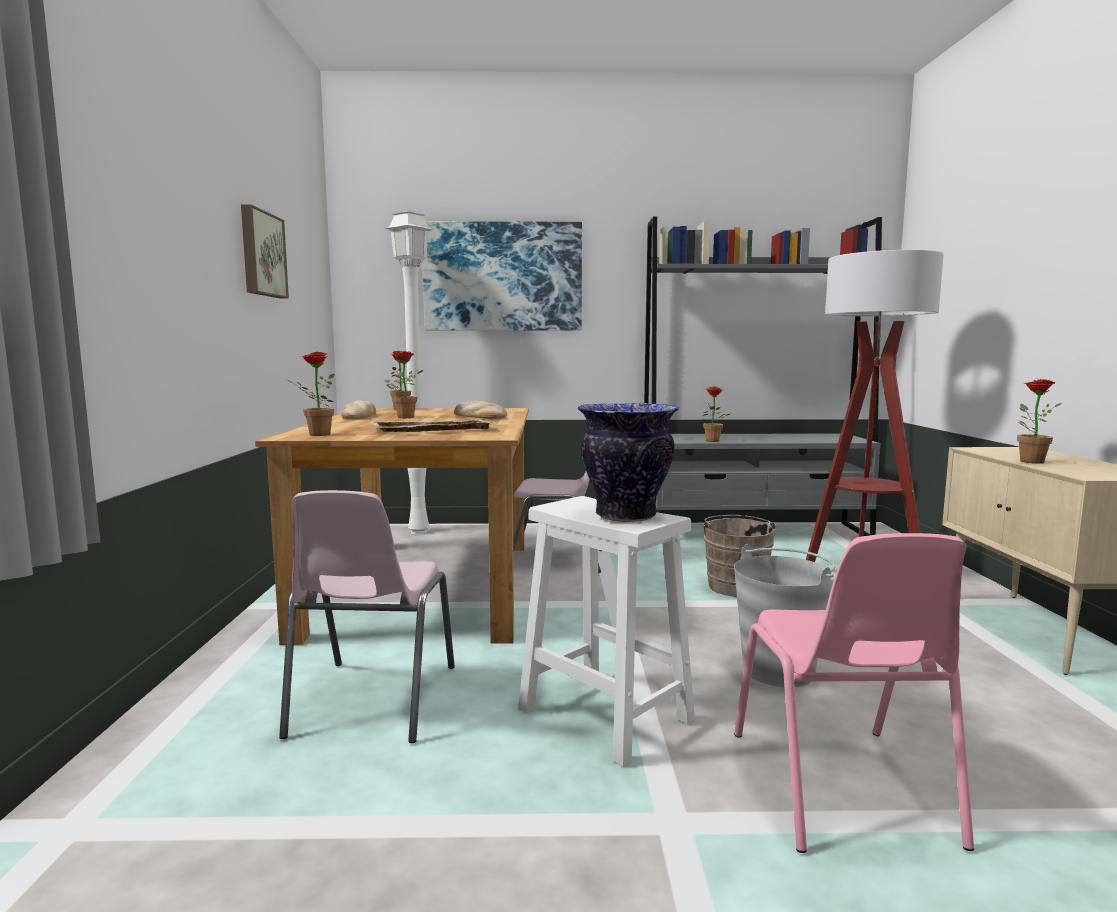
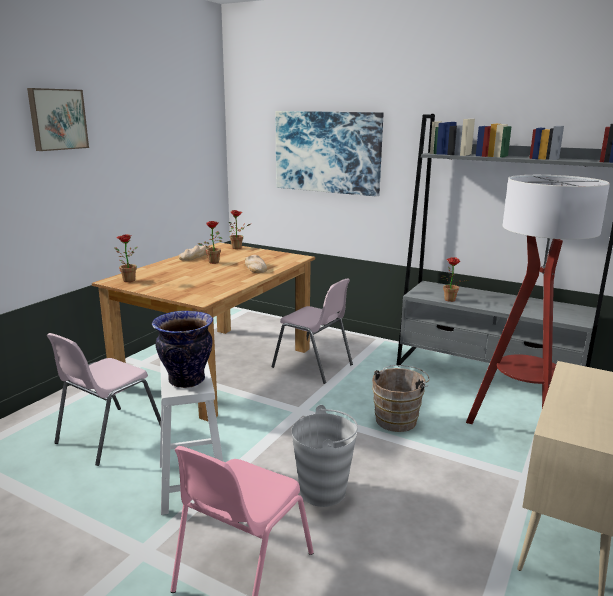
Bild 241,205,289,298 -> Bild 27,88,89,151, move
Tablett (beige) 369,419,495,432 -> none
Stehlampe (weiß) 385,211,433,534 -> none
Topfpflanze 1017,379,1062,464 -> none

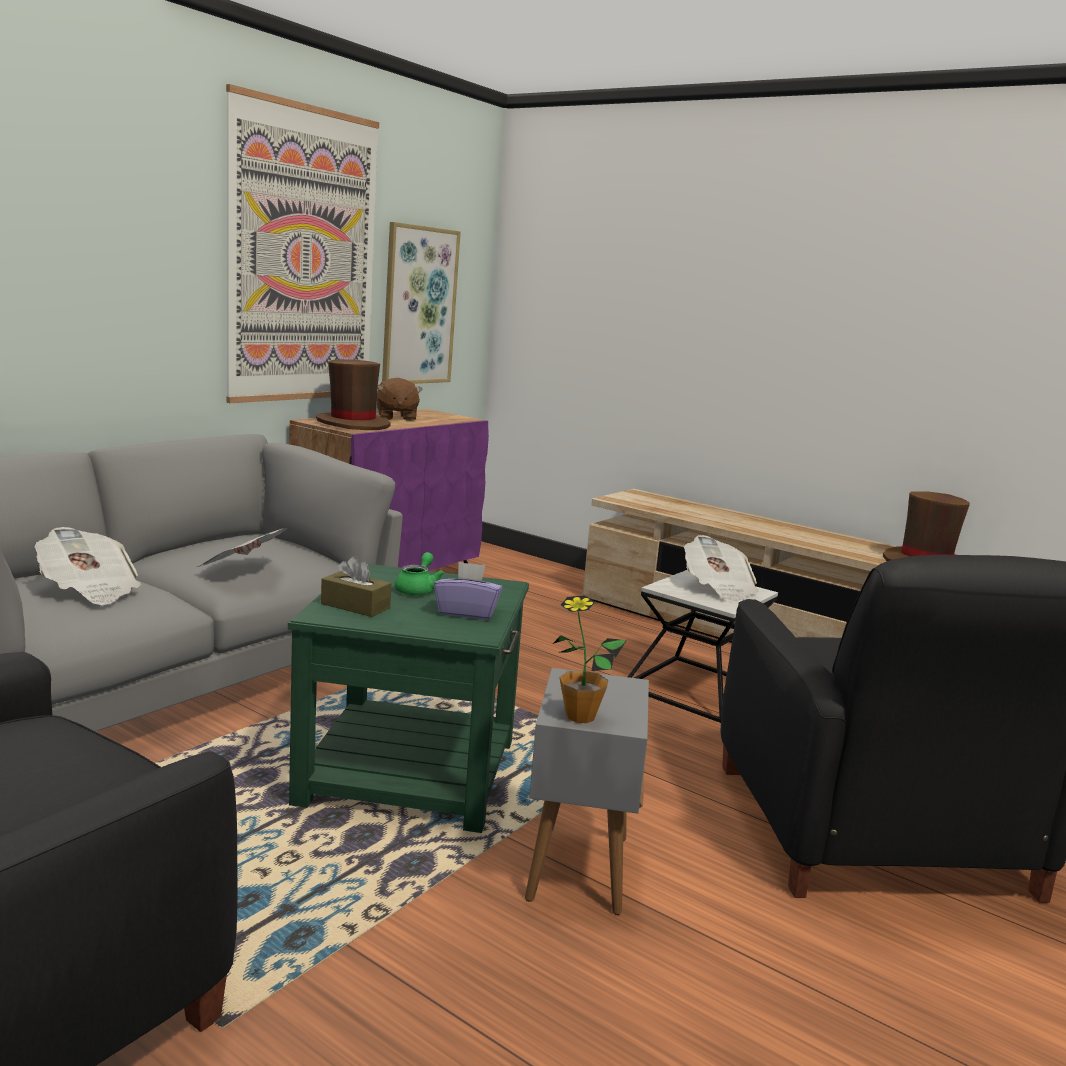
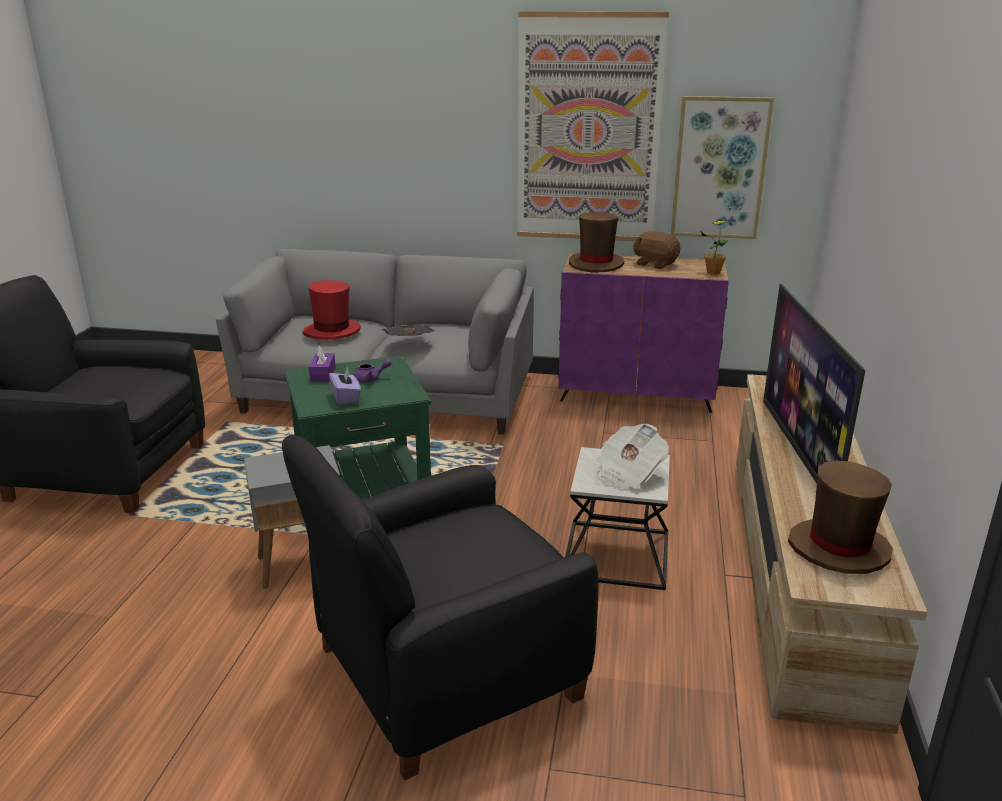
Zeitung 35,527,141,605 -> Hut (rot) 303,280,361,340
Taschentuchbox (braun) 321,556,391,617 -> Taschentuchbox (lila) 309,345,336,382
Teekanne (grün) 394,552,444,595 -> Teekanne (lila) 354,359,392,383
Plüschtier (braun) 377,378,423,421 -> Plüschtier (braun) 633,232,680,269, 75 degrees clockwise
Topfpflanze 553,595,627,723 -> Topfpflanze 701,220,728,275, move
none -> Fernseher 763,284,865,483

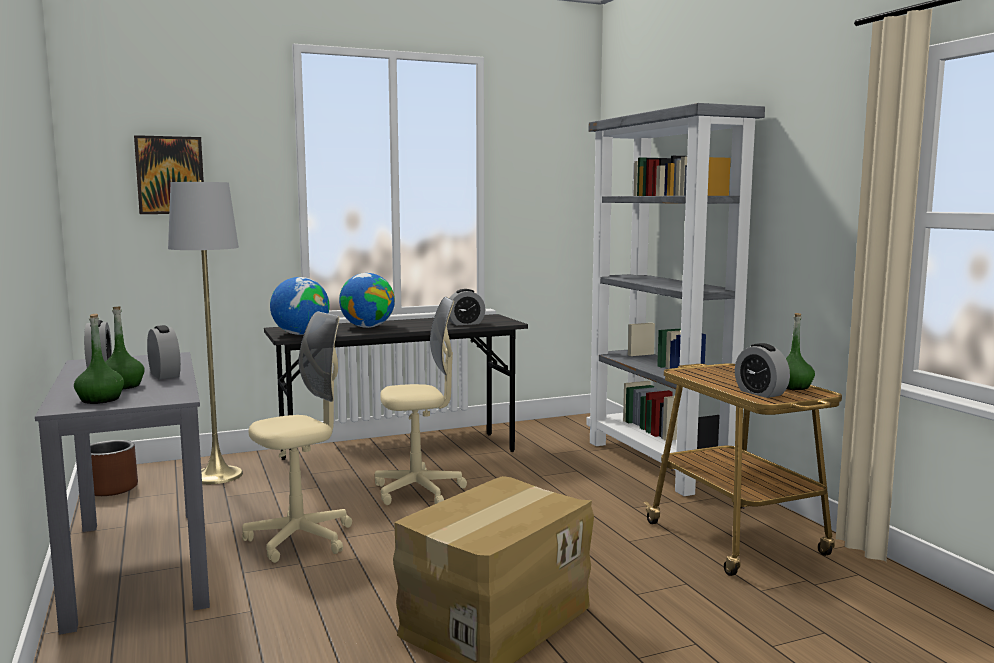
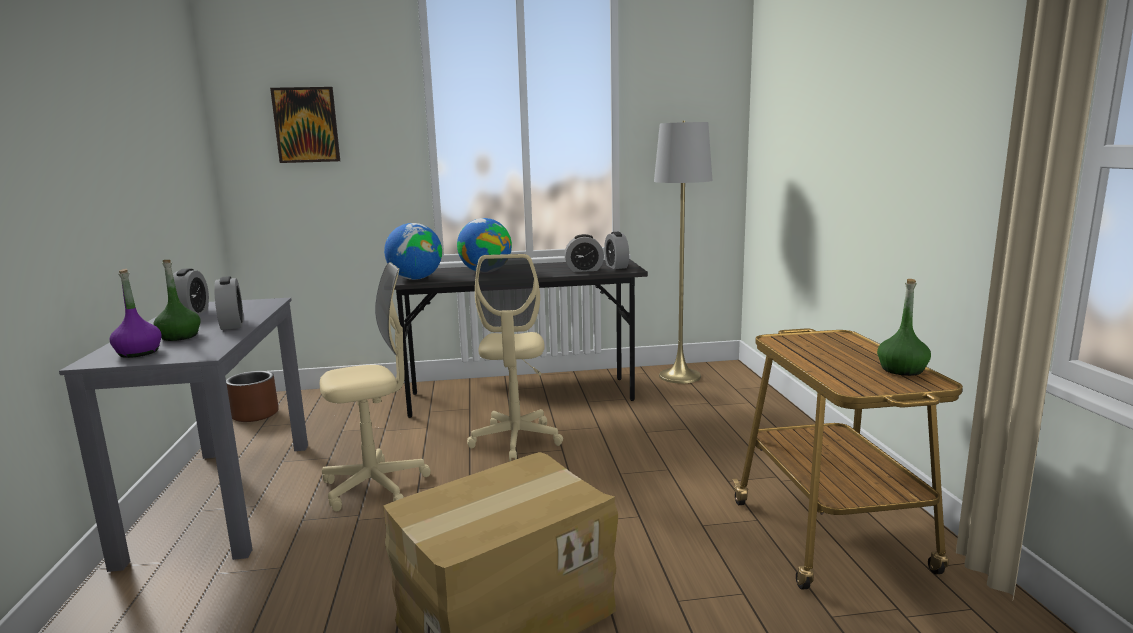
Flasche (grün) 74,314,124,404 -> Flasche (lila) 110,269,162,358
Bürostuhl (beige) 375,297,467,505 -> Bürostuhl (beige) 467,254,563,461, 90 degrees clockwise
Wecker 735,343,790,398 -> Wecker 604,232,629,269, move
Stehlampe (grau) 168,180,243,484 -> Stehlampe (grau) 654,121,712,383, move
Bücherregal (grau) 586,103,765,496 -> none

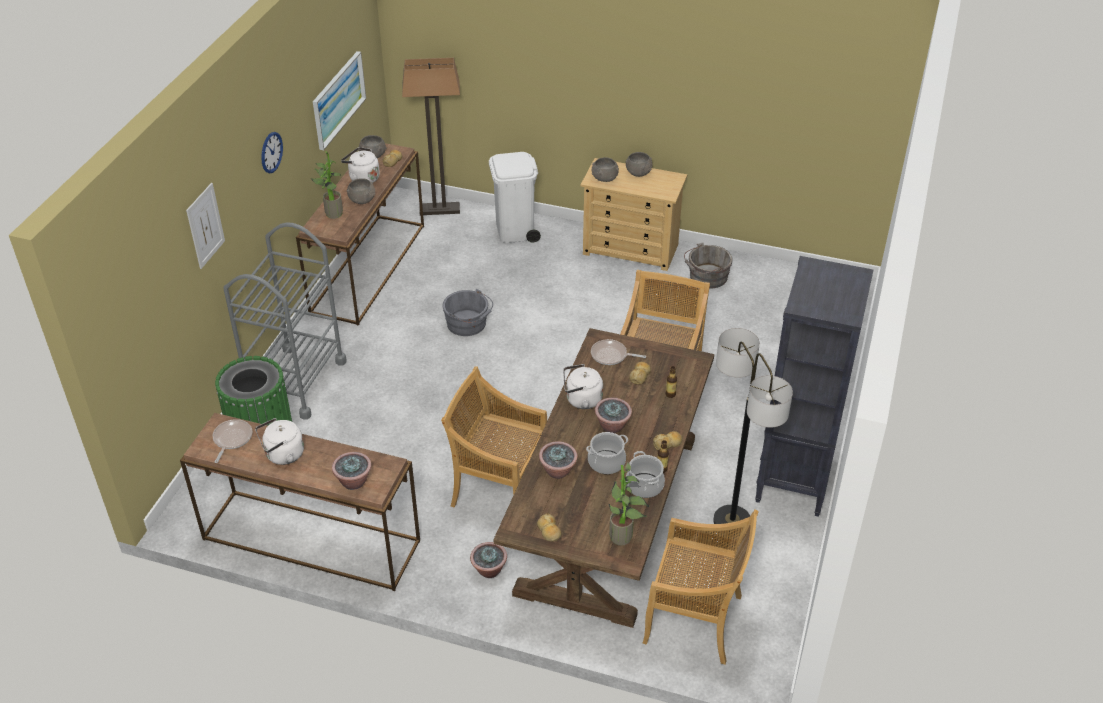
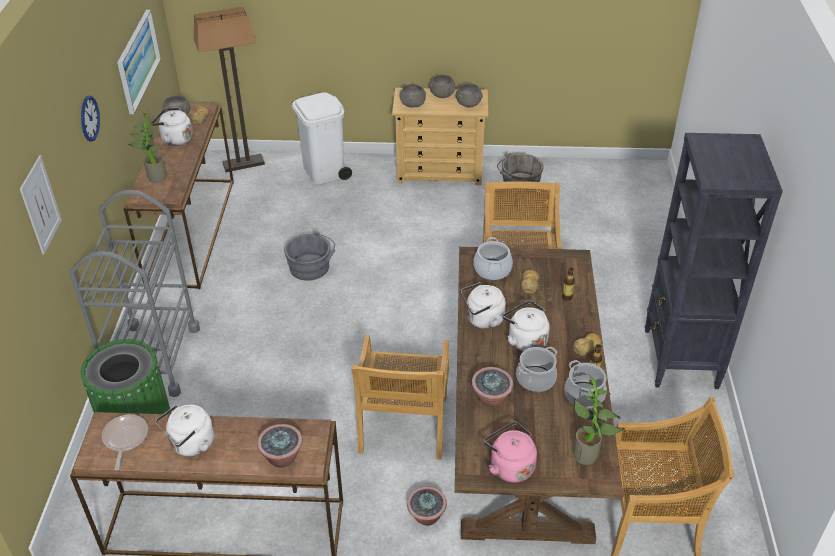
Stuhl (beige) 441,366,547,508 -> Stuhl (beige) 351,335,449,460, 90 degrees counterclockwise
Schüssel (grau) 347,178,375,204 -> Schüssel (grau) 455,83,483,107, move
Pfanne 591,339,646,365 -> Kochtopf 473,237,513,280
Brot 537,513,561,542 -> Wasserkessel (rosa) 484,422,537,483
Topfpflanze 595,397,632,433 -> Wasserkessel (weiß) 503,301,550,352
Stehlampe 713,328,793,524 -> none

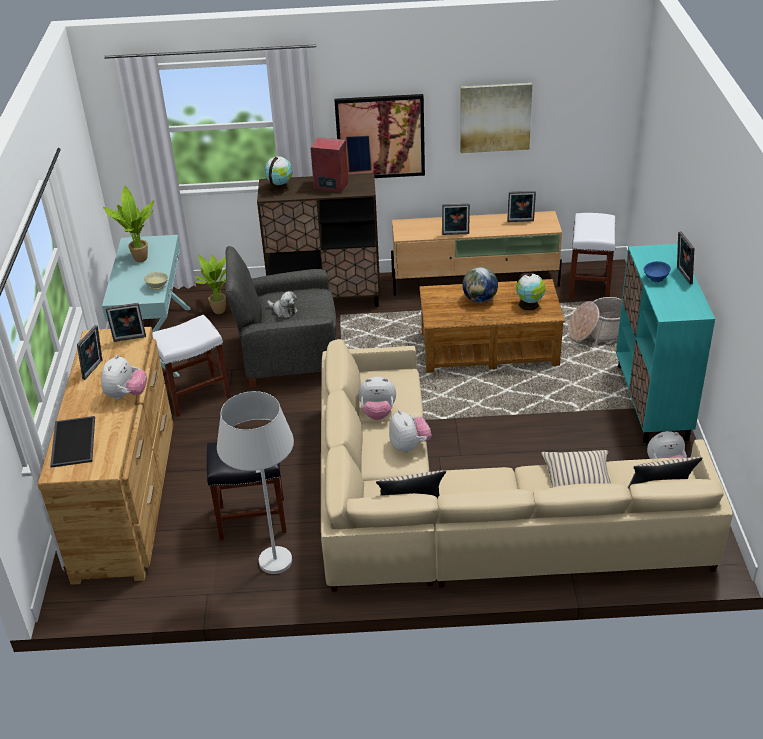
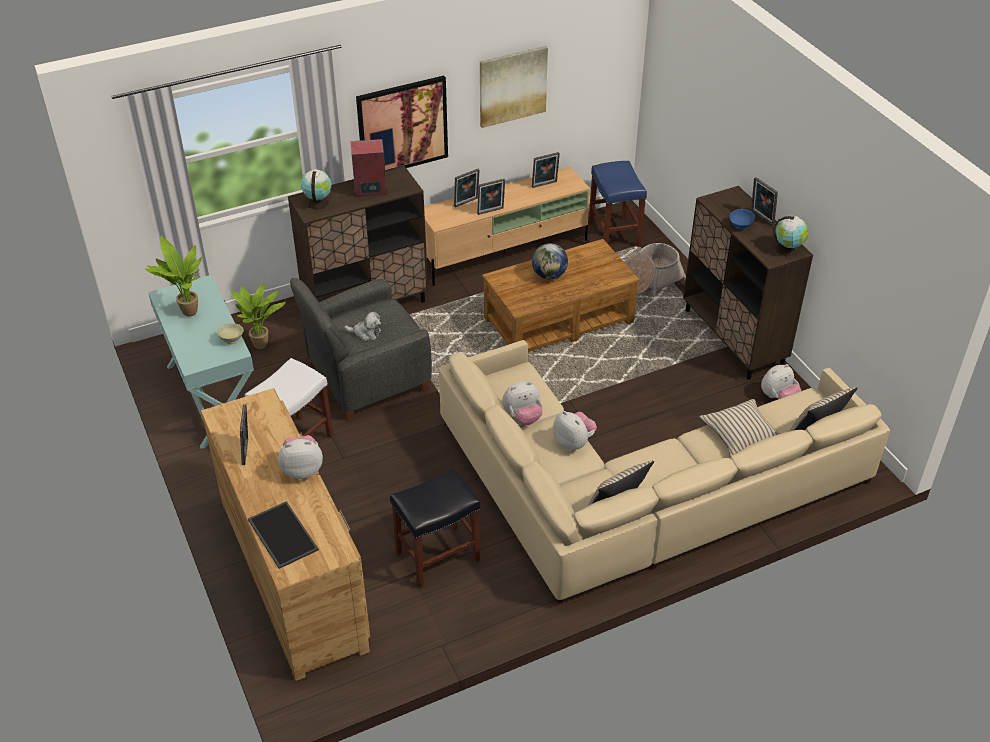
Plüschtier 101,355,147,400 -> Plüschtier 278,435,323,479, 90 degrees counterclockwise
Bilderrahmen 105,303,146,342 -> Bilderrahmen 454,169,480,207, move
Hocker (weiß) 569,213,615,300 -> Hocker (blau) 588,161,647,247
Schrank (türkis) 616,244,715,443 -> Schrank (braun) 683,186,813,380
Globus 516,273,546,310 -> Globus 774,216,808,257, move
Stehlampe (weiß) 217,391,294,574 -> none

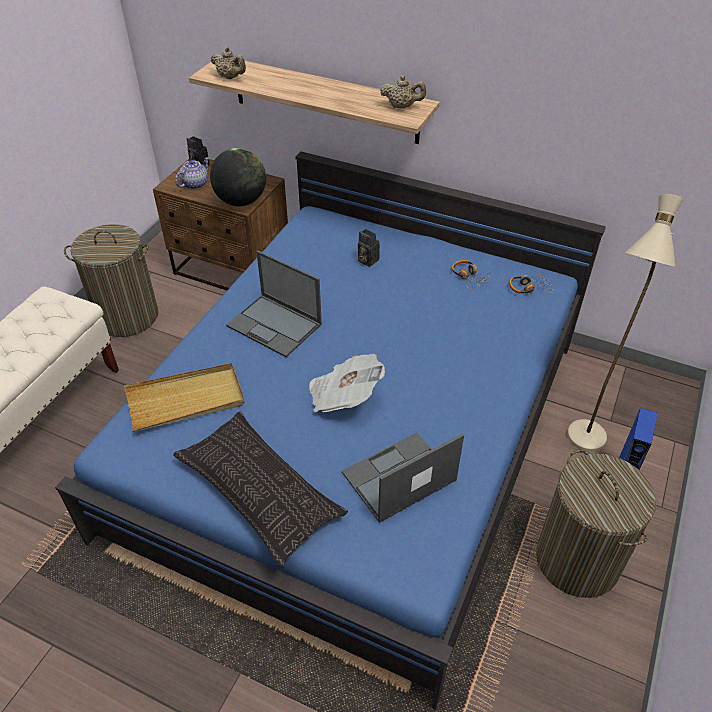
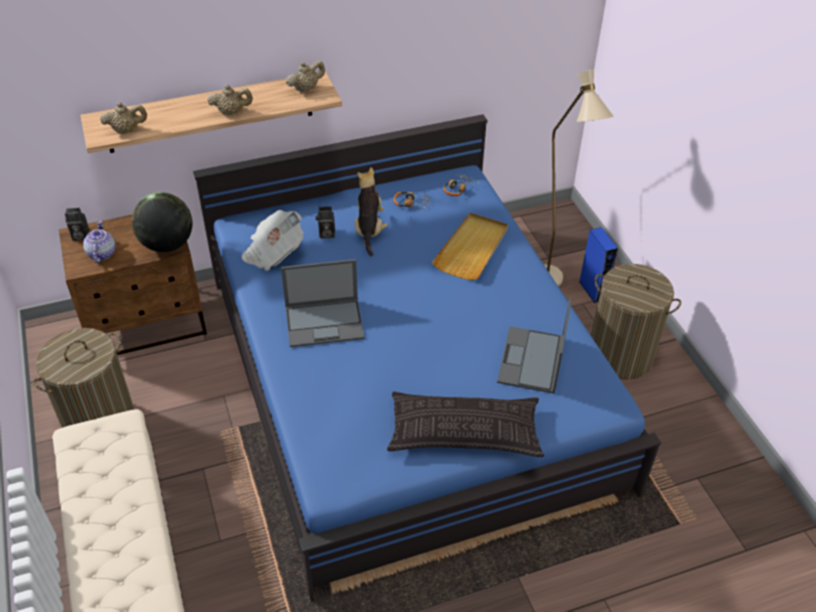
none -> Teekanne (beige) 207,85,253,115
Zeitung 309,354,385,412 -> Zeitung 242,210,304,271, move
none -> Plüschtier 355,167,388,257
Tablett (beige) 124,363,245,432 -> Tablett (beige) 432,213,508,280, move

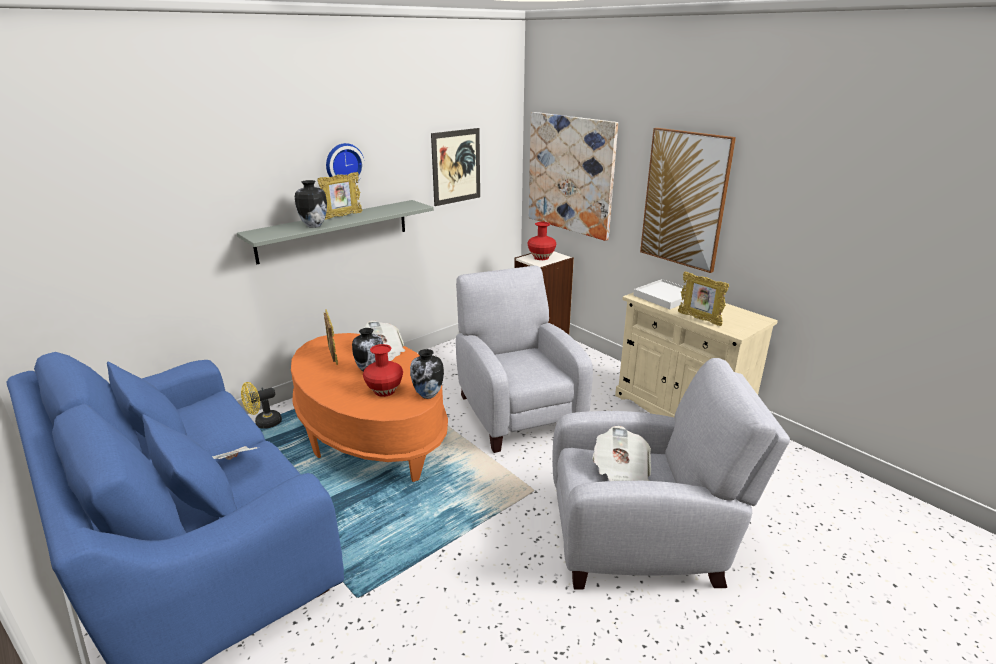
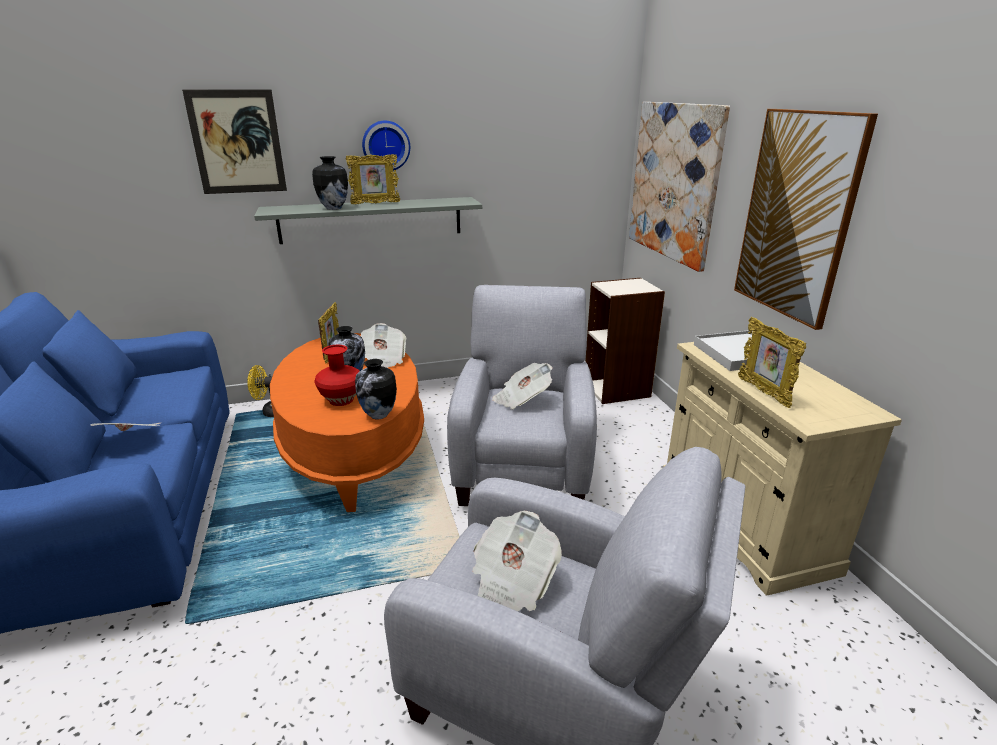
Bild 431,128,480,206 -> Bild 182,89,287,194, move
none -> Zeitung 492,363,553,410
Vase (rot) 528,222,556,260 -> none

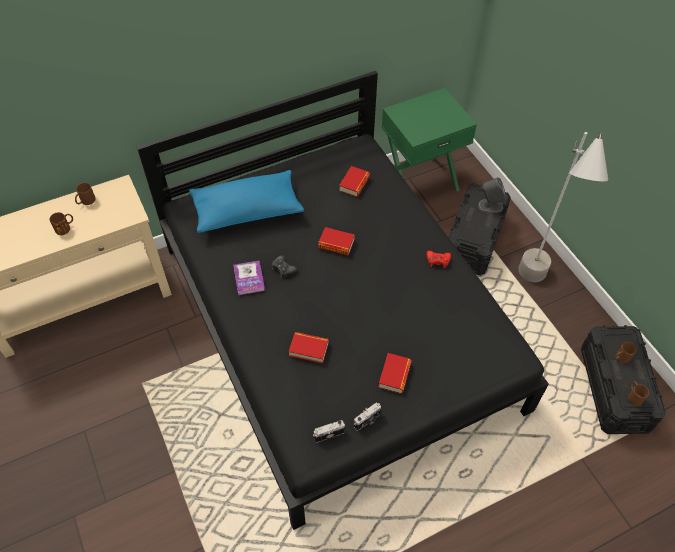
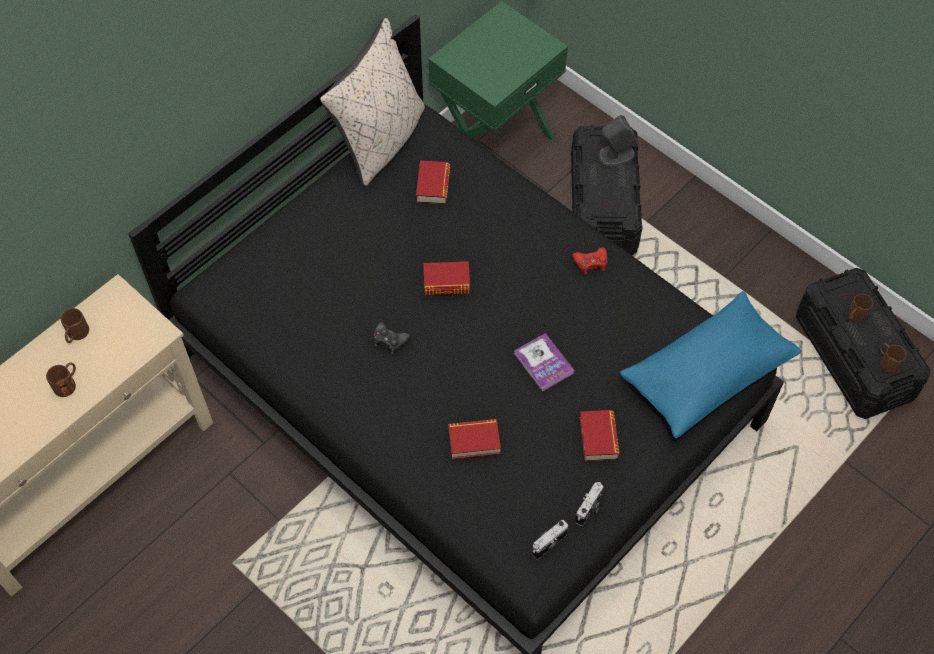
none -> Kissen (beige) 320,18,425,186
Buch 234,260,265,295 -> Buch 514,333,575,391, move
Kissen (blau) 189,170,304,233 -> Kissen (blau) 620,291,801,439, move
Stehlampe (grau) 518,132,608,282 -> none

